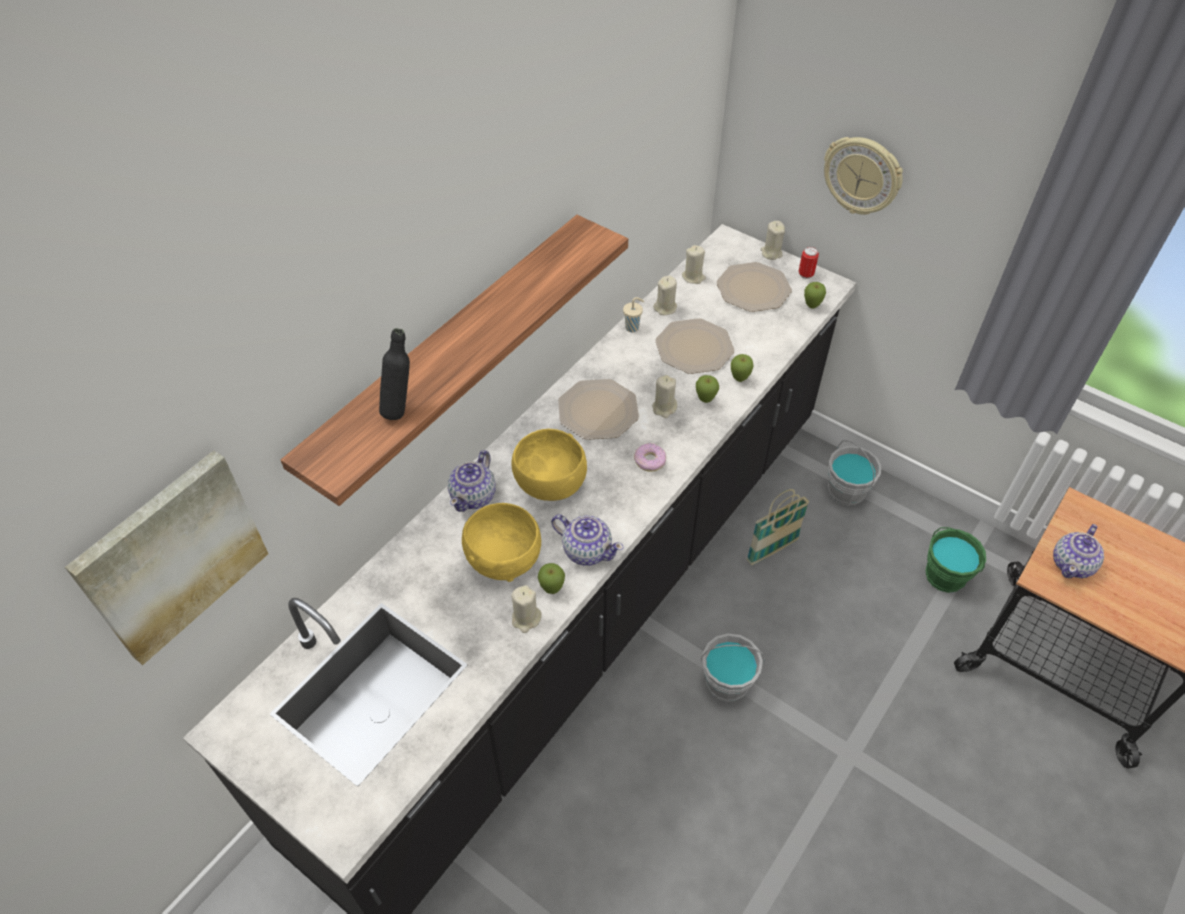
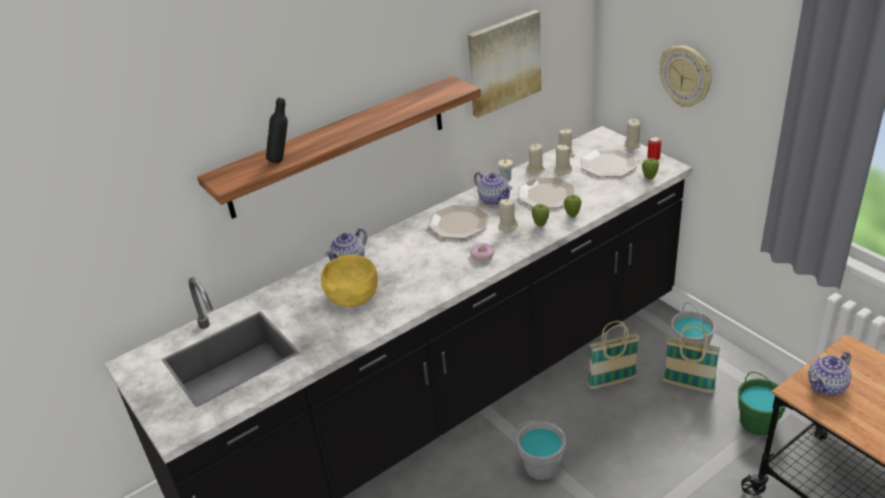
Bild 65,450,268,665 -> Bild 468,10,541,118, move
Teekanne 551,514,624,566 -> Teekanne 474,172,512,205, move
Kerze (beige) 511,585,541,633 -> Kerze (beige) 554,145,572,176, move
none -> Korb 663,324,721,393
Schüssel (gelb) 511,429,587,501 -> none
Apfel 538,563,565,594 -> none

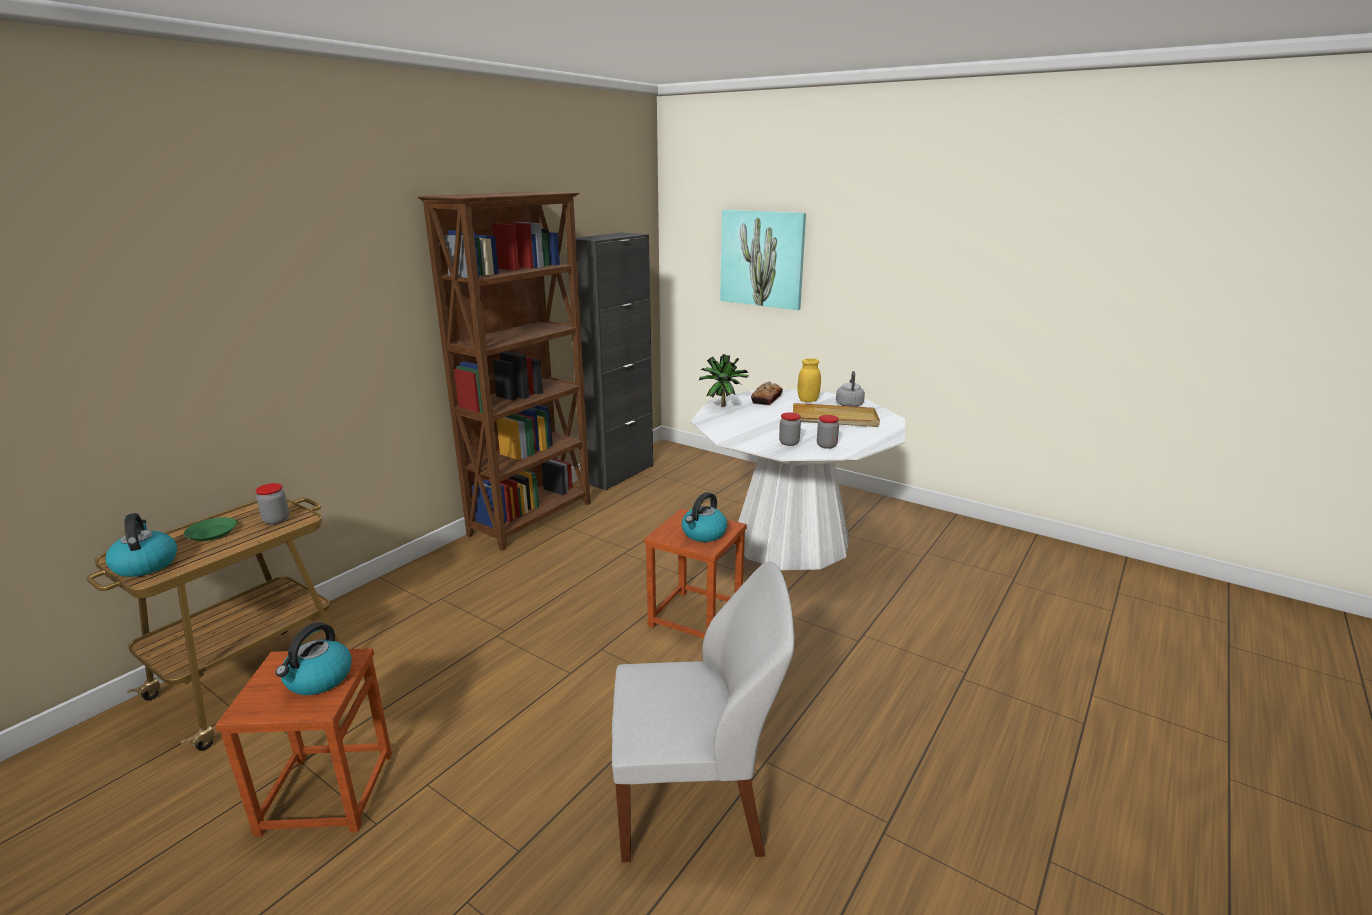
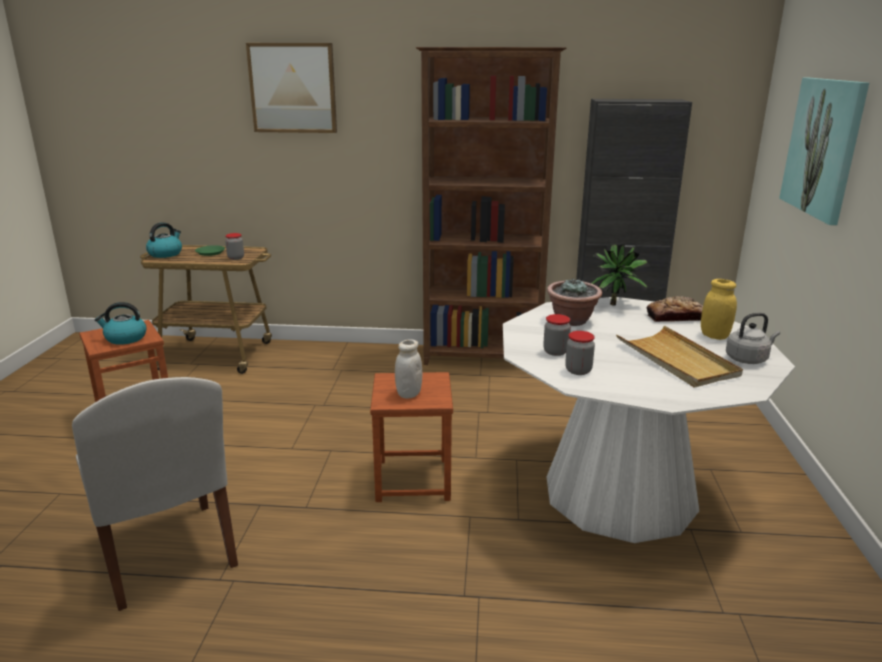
none -> Bild 246,43,337,133
Wasserkessel 682,492,727,542 -> Vorratsglas (weiß) 395,339,422,399
none -> Topfpflanze 547,279,602,326

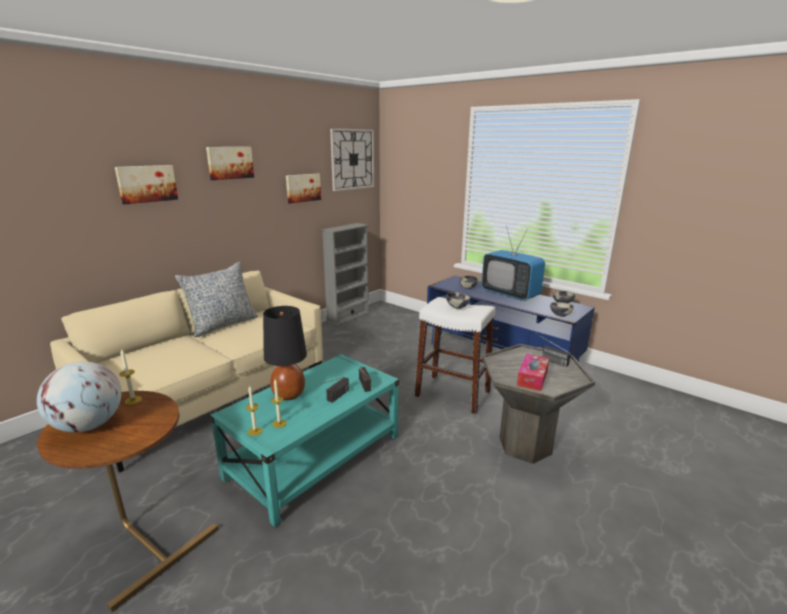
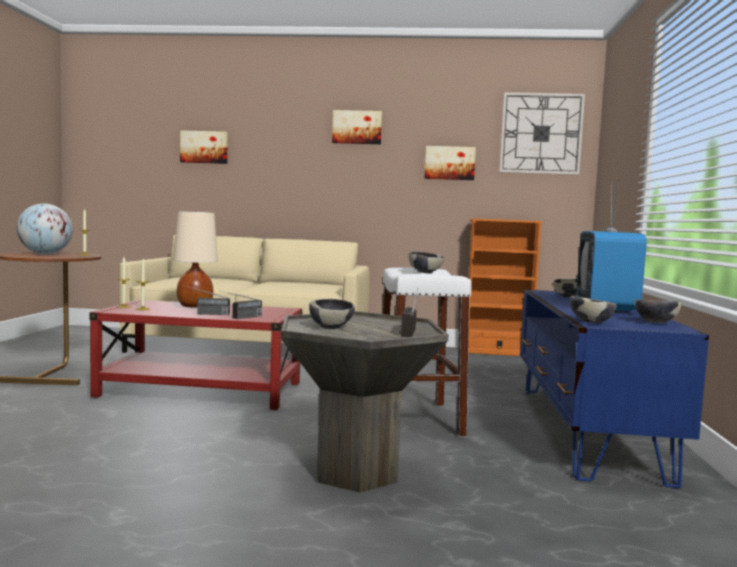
Couchtisch (türkis) 210,354,399,527 -> Couchtisch (rot) 89,300,303,410
Tischlampe (schwarz) 263,306,307,400 -> Tischlampe (beige) 173,211,218,308
Bild 115,165,178,204 -> Bild 180,130,228,164, move
Taschentuchbox 517,354,549,391 -> Schüssel 309,299,355,329
Bücherregal (grau) 321,223,370,326 -> Bücherregal (orange) 468,219,543,356
Kissen 175,262,258,337 -> none

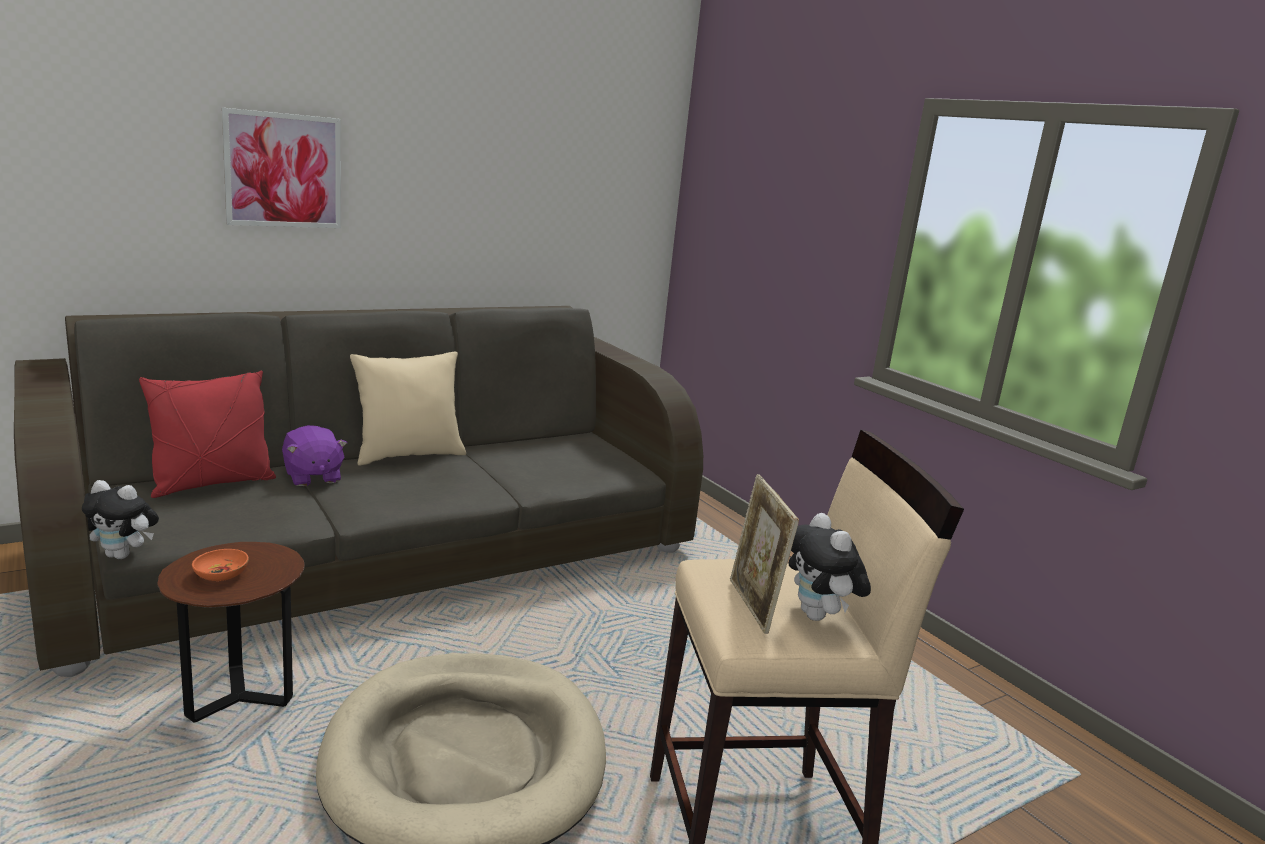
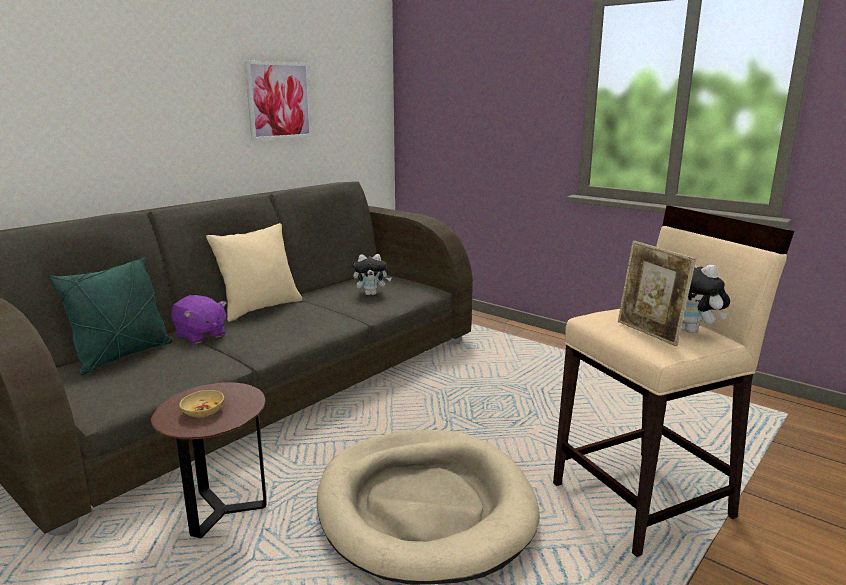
Kissen (rot) 139,371,276,498 -> Kissen (grün) 49,257,173,375
Schüssel (orange) 192,549,249,581 -> Schüssel (beige) 179,390,224,418
Bild 222,108,341,228 -> Bild 245,61,312,141, move
Plüschtier 82,480,159,559 -> Plüschtier 353,254,391,295, move

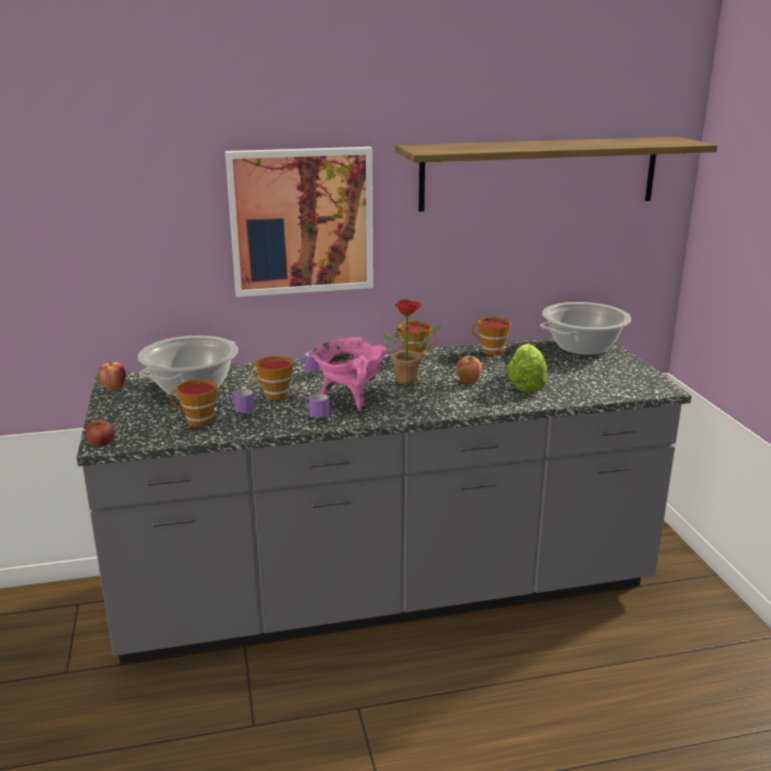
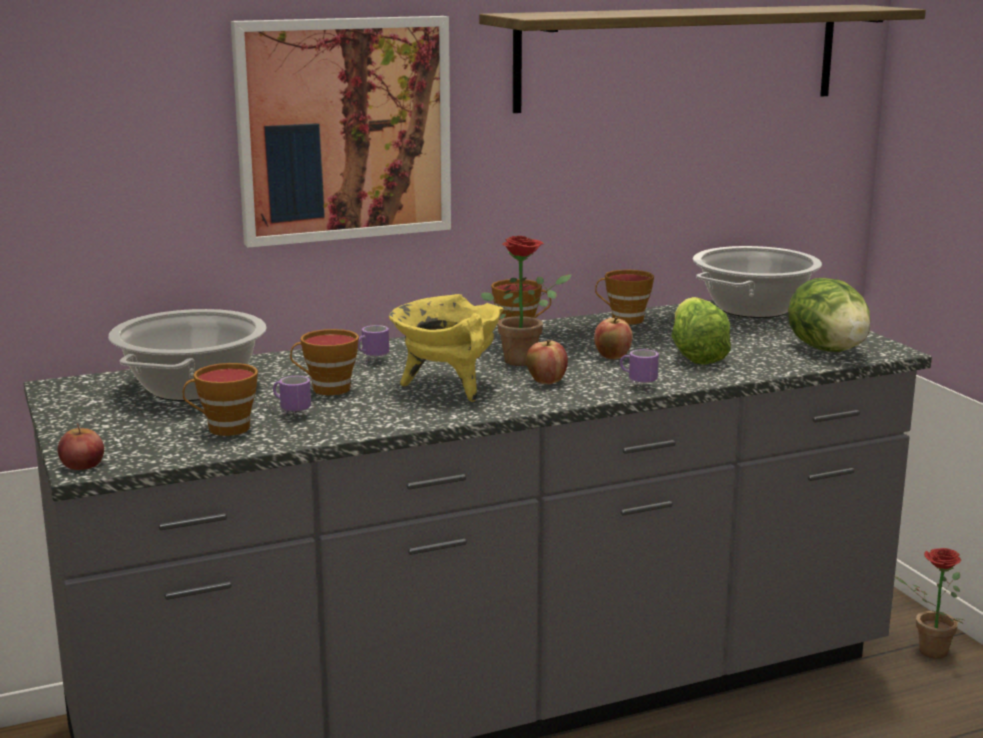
Kochtopf (rosa) 312,337,388,412 -> Kochtopf (gelb) 389,294,504,402
Apfel 98,362,126,390 -> Apfel 526,340,568,385, move
Henkelbecher 292,393,329,419 -> Henkelbecher 596,349,659,386, move
none -> Salatkopf 788,278,870,352
none -> Topfpflanze 895,548,964,659

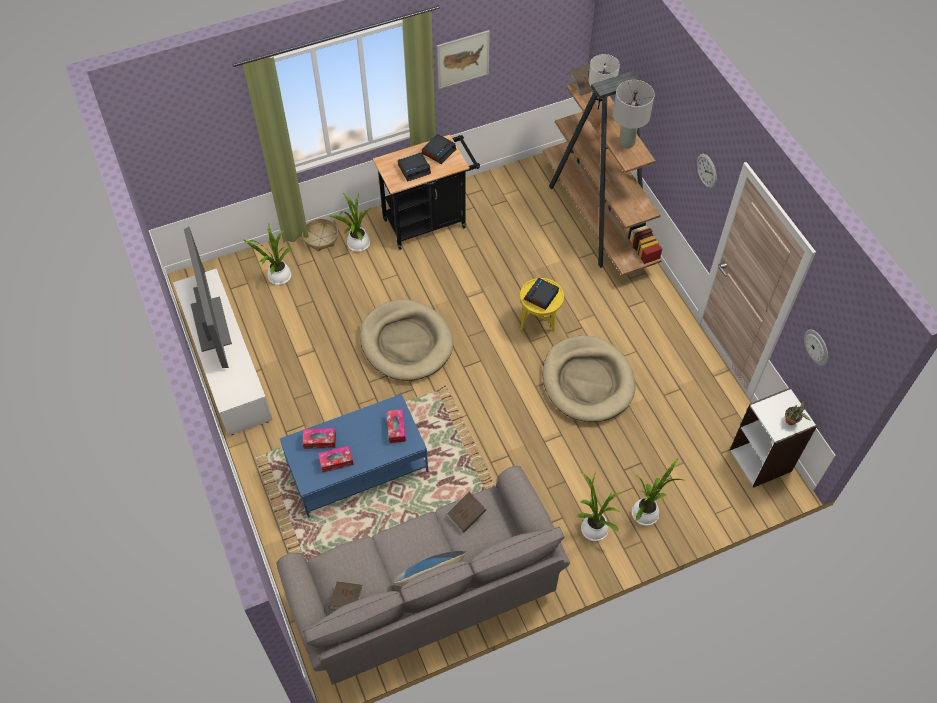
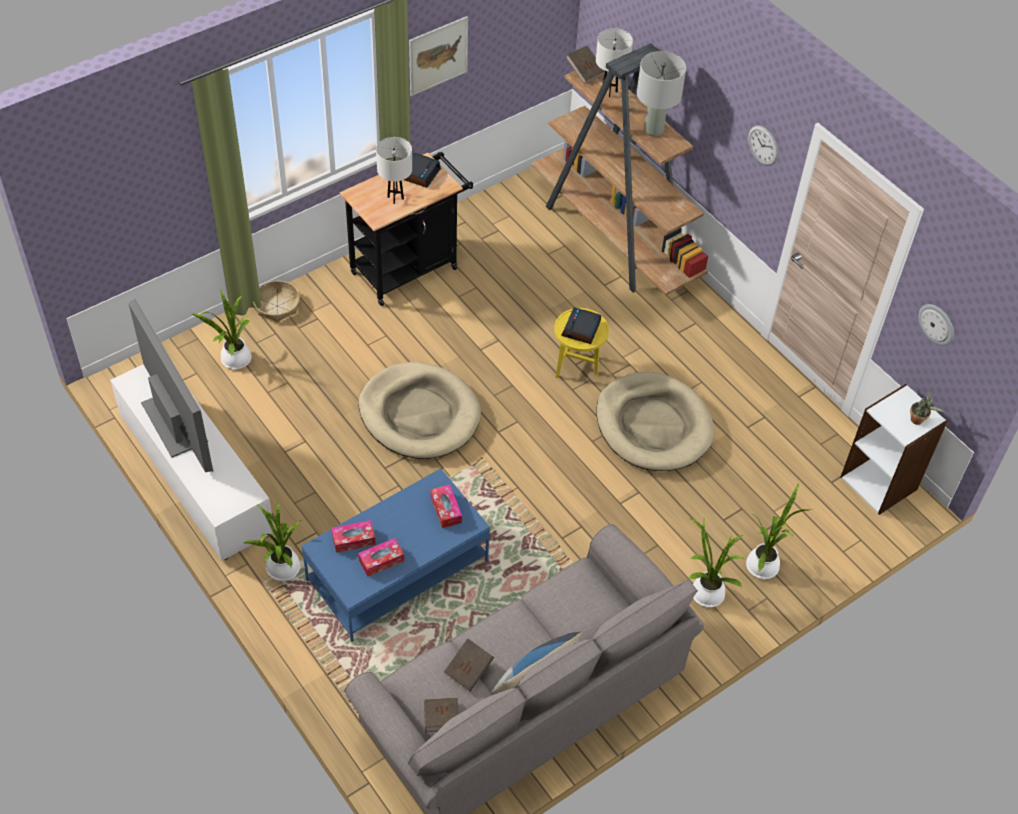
Topfpflanze 330,193,370,252 -> Topfpflanze 243,501,302,581, move
Wecker 398,153,431,181 -> Tischlampe (weiß) 376,137,412,204
Buch (braun) 447,492,486,532 -> Buch (braun) 444,638,494,692, move

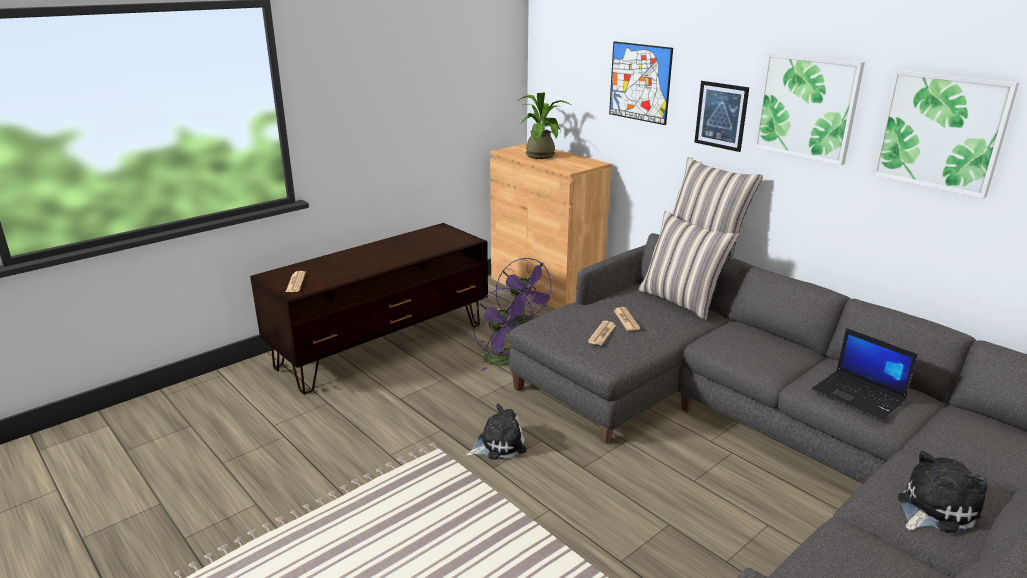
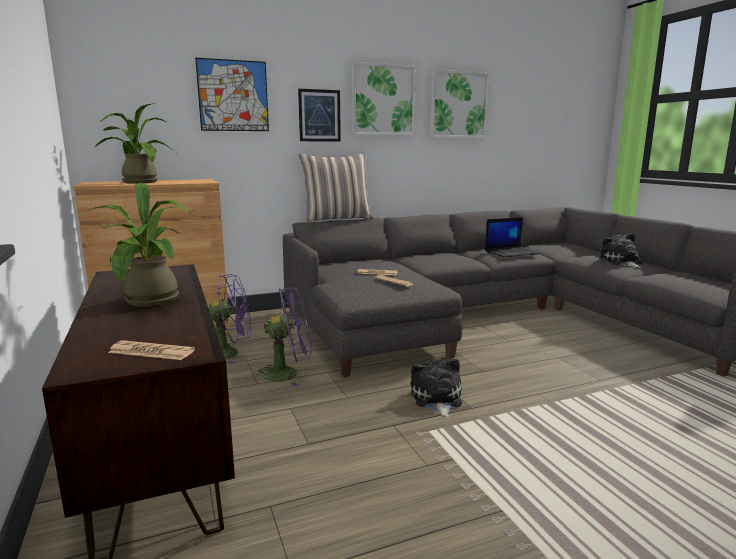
none -> Topfpflanze 86,183,190,307
Kissen 638,211,739,320 -> none

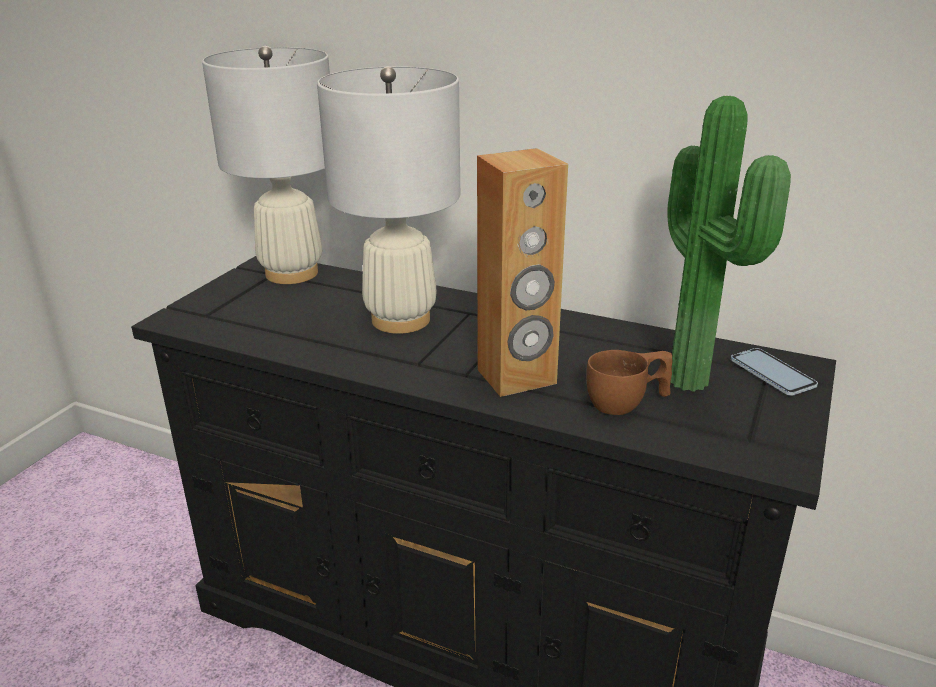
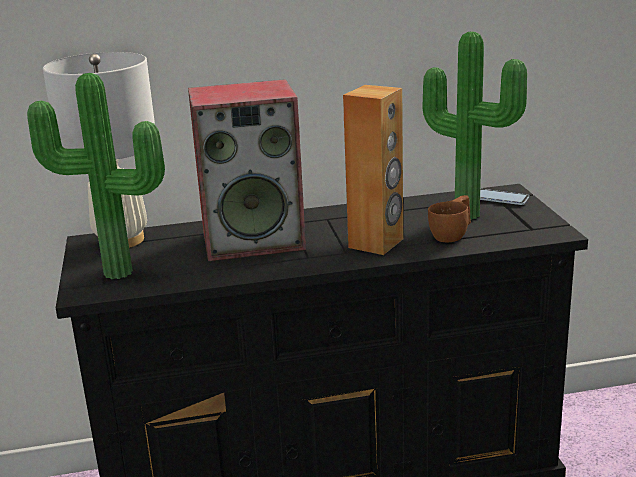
none -> Topfpflanze 27,73,165,279
Tischlampe (weiß) 317,66,460,334 -> Lautsprecher 188,79,306,261

